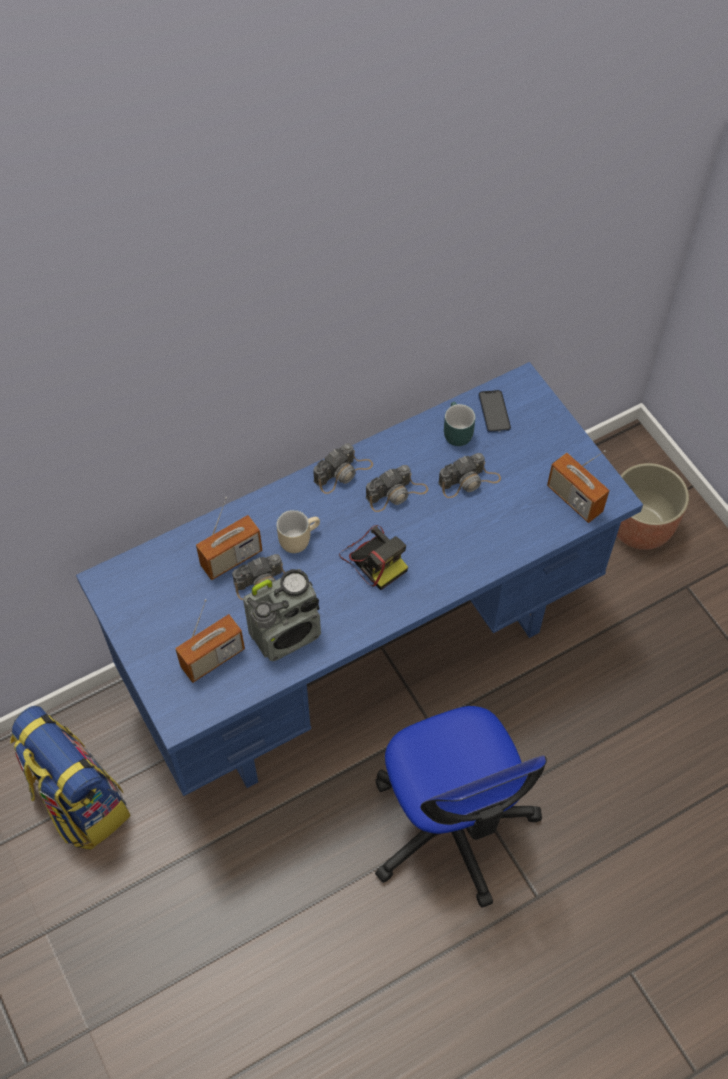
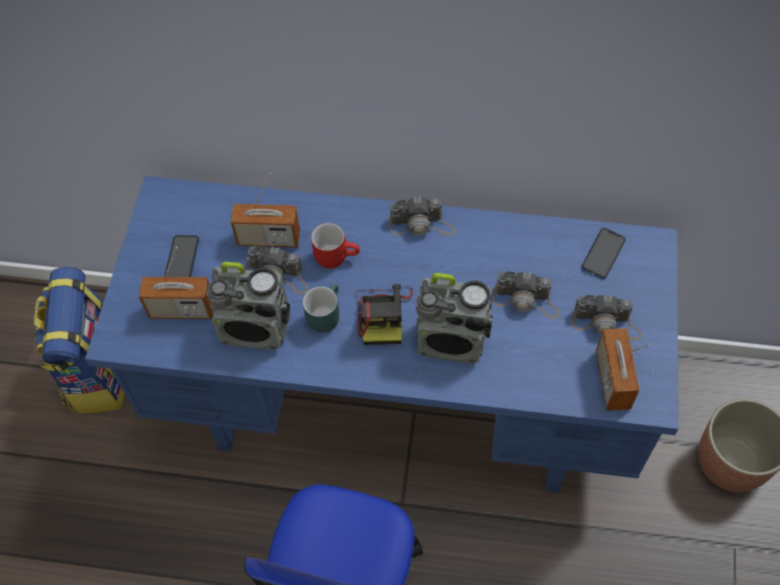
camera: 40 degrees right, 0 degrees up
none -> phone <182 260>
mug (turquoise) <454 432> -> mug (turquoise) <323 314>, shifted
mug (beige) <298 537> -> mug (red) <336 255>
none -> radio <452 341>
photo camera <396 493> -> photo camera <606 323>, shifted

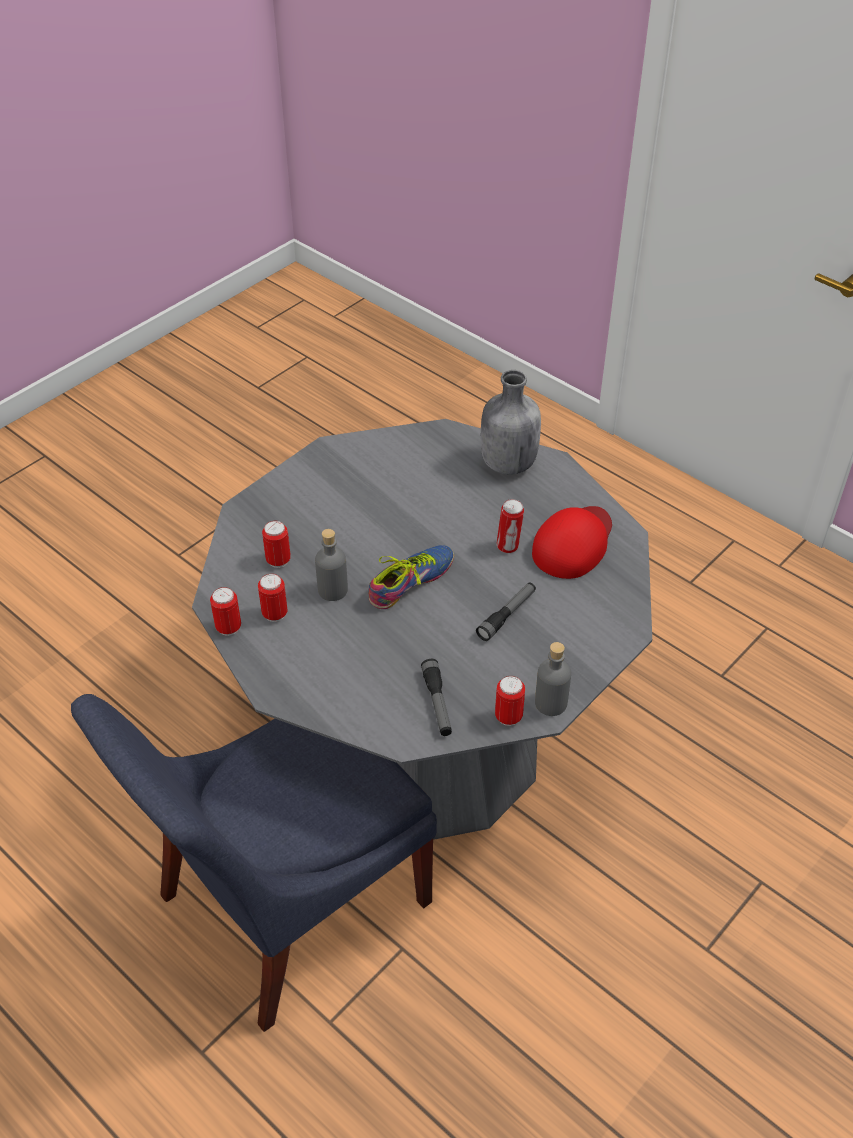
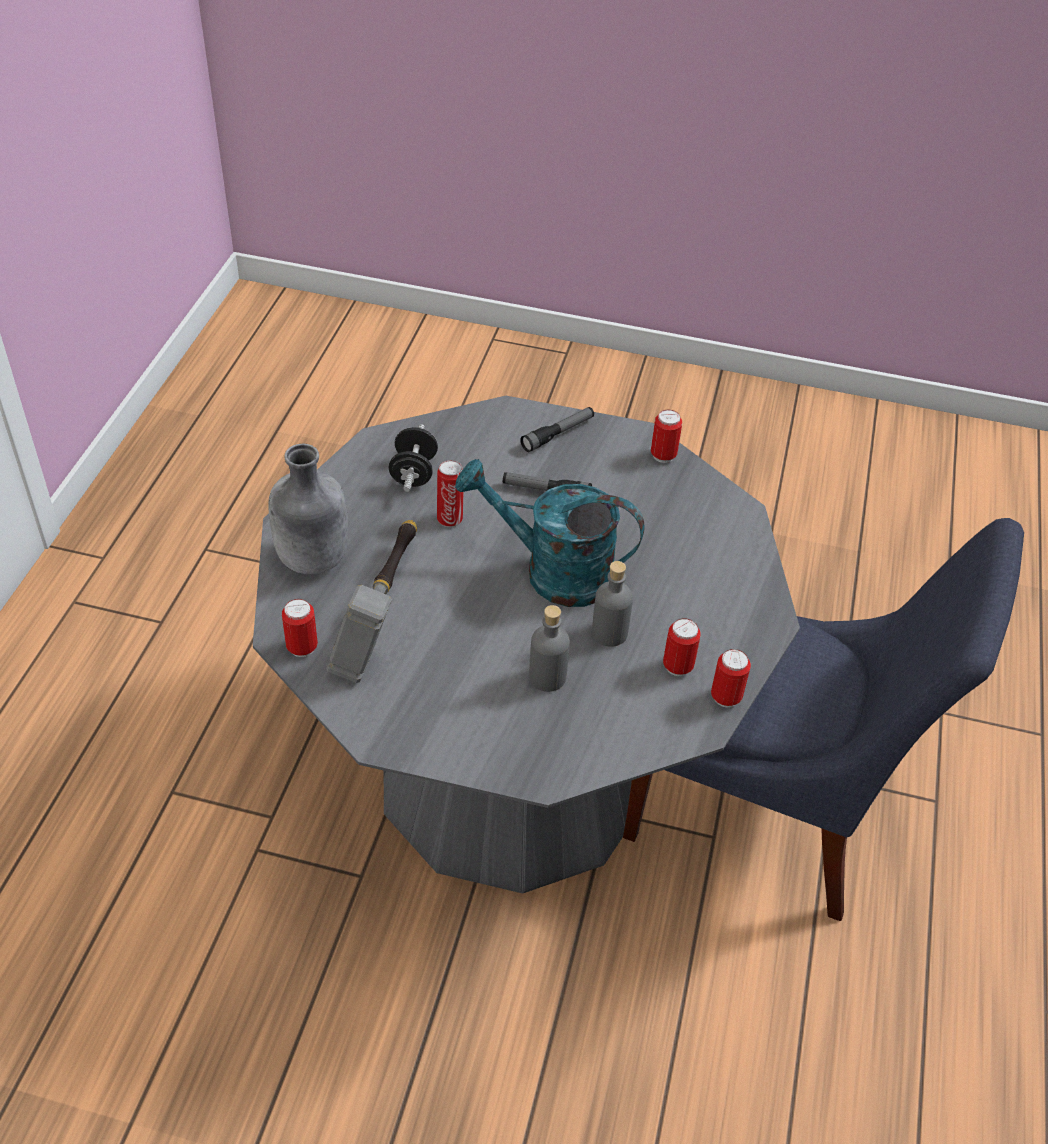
camera: 120 degrees left, 0 degrees up
can <278 560> -> can <302 647>, shifted
none -> hammer <381 616>
cap (red) <574 543> -> dumbbell (black) <413 473>
shoe <413 583> -> watering can (turquoise) <553 572>
flashlight <437 703> -> flashlight <558 434>, shifted
bottle (grey) <550 703> -> bottle (grey) <547 677>, shifted

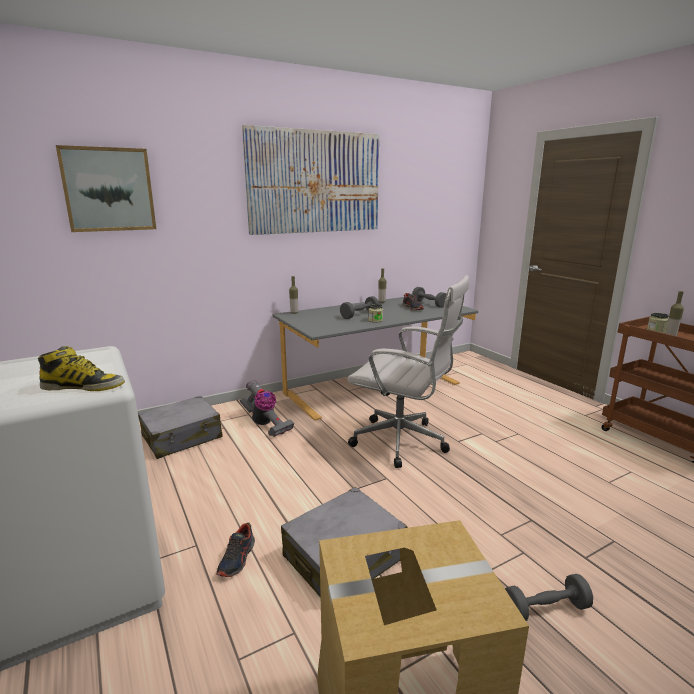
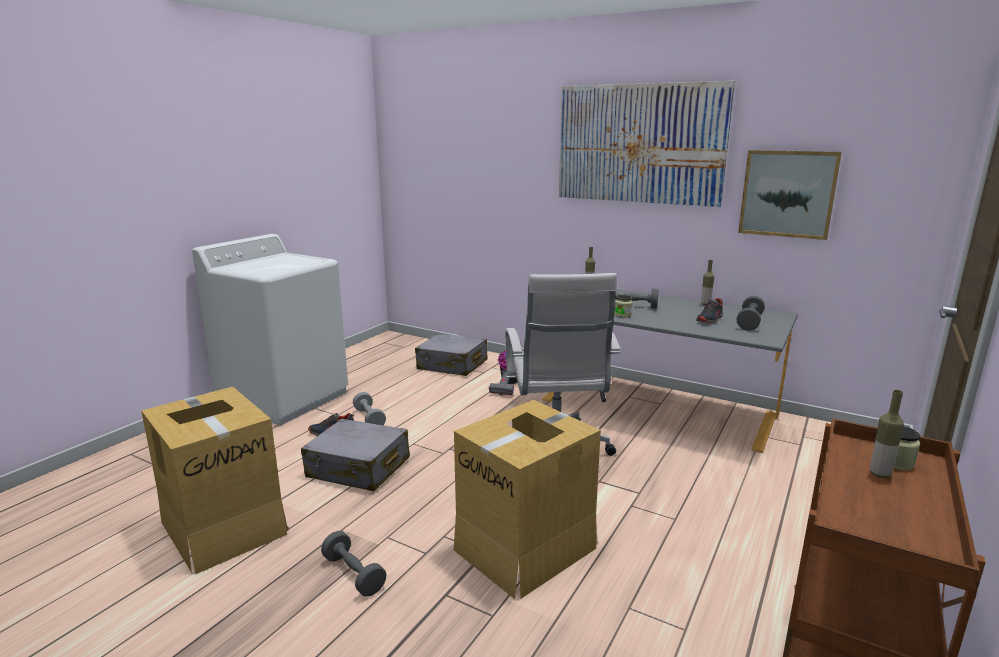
camera: 60 degrees right, 0 degrees up
none -> dumbbell (grey) <369 419>
none -> cardboard box <526 548>
picture <108 189> -> picture <787 194>, shifted
boot <84 387> -> none

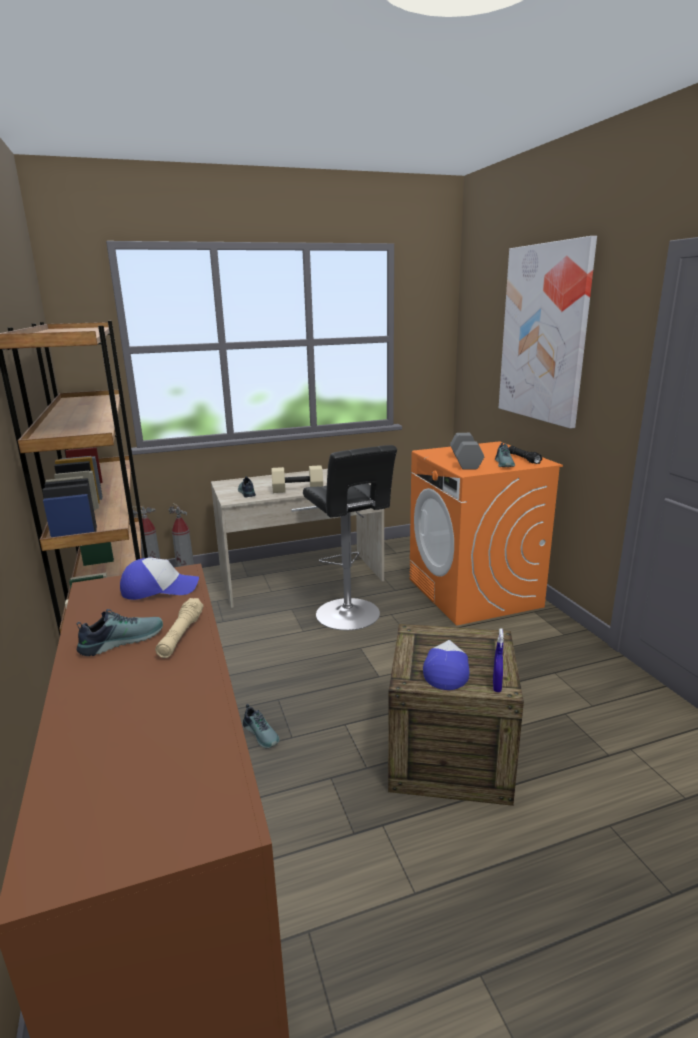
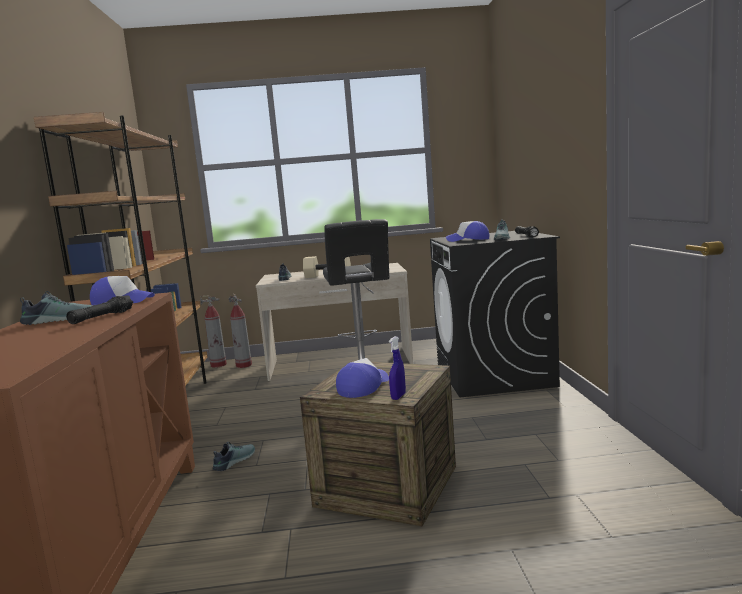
camera: 15 degrees right, 10 degrees down
flashlight (beige) <181 635> -> flashlight (black) <102 317>
shoe <262 733> -> shoe <233 461>, 120 degrees counterclockwise
washing machine (orange) <474 593> -> washing machine (black) <494 375>
dumbbell (grey) <466 462> -> cap <468 240>
picture <544 334> -> none

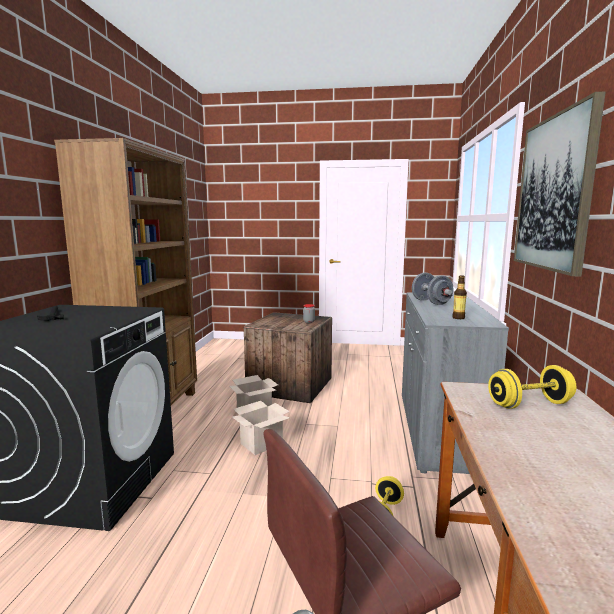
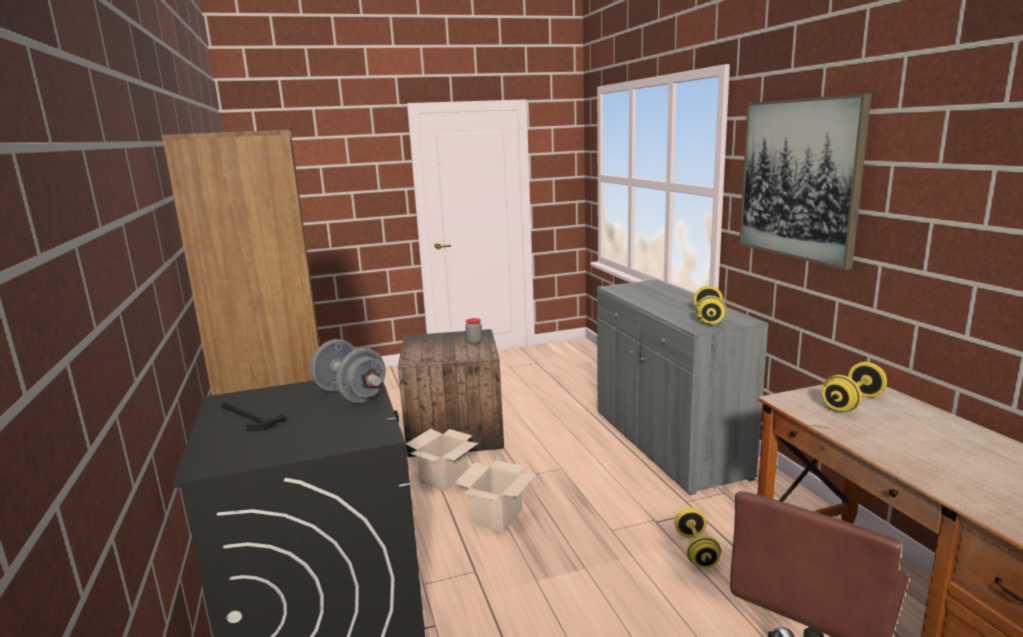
camera: 25 degrees left, 5 degrees up
dumbbell (grey) <431 302> -> dumbbell (grey) <351 394>, shifted
bottle <458 318> -> dumbbell (yellow) <708 318>

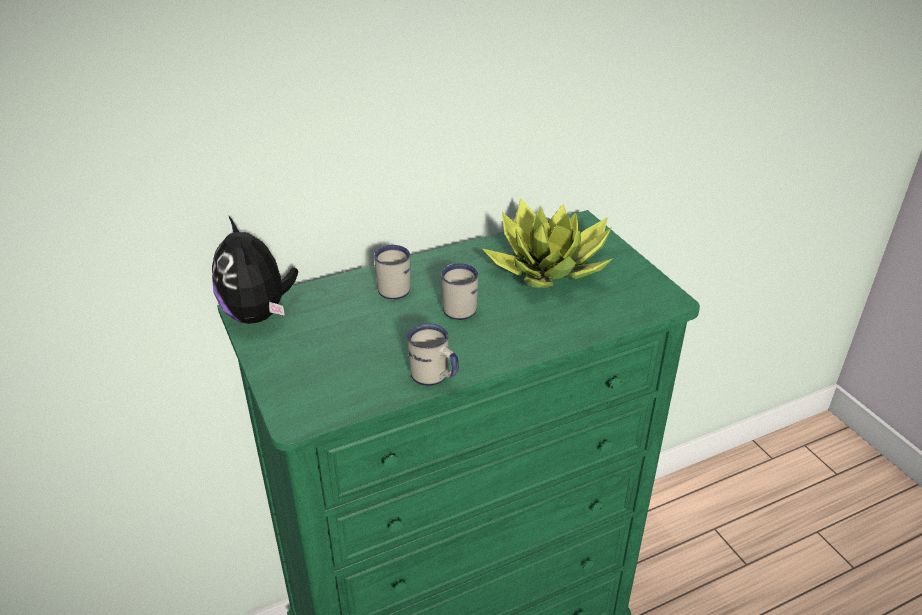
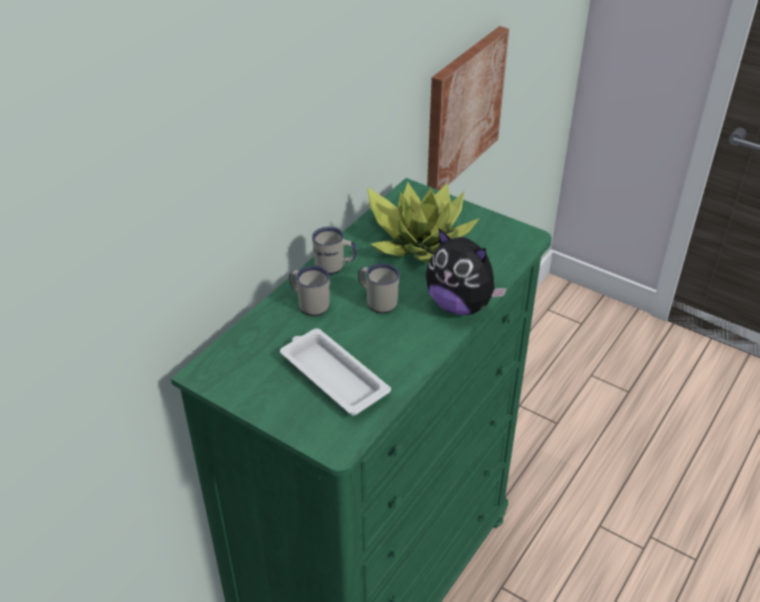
camera: 30 degrees left, 5 degrees up
none -> tray (white) <332 376>
mug (white) <434 378> -> mug (white) <335 267>, shifted
plush toy <259 314> -> plush toy <460 305>, shifted
none -> picture <463 109>

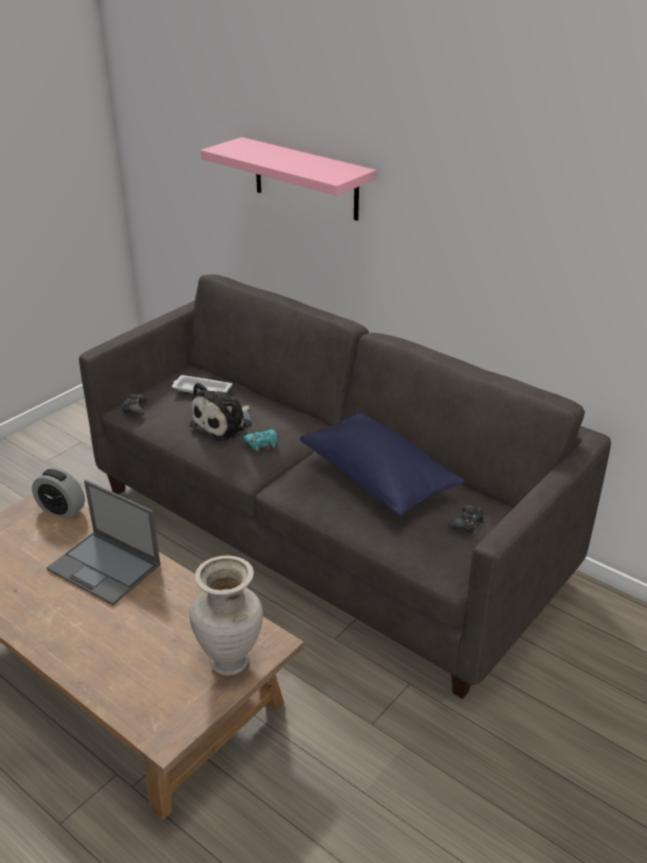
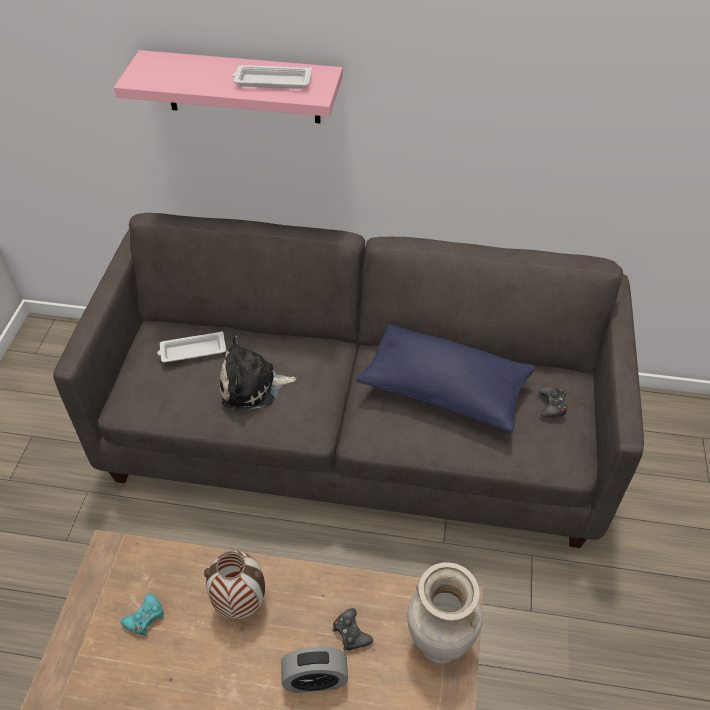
camera: 30 degrees left, 15 degrees up
game controller (turquoise) <262 443> -> game controller (turquoise) <145 618>, shifted
laptop <105 567> -> vase <241 603>
plush toy <224 424> -> plush toy <253 386>, 75 degrees clockwise
none -> tray (white) <271 81>
alarm clock <61 510> -> alarm clock <315 679>, shifted
game controller (black) <135 408> -> game controller (black) <351 633>, shifted

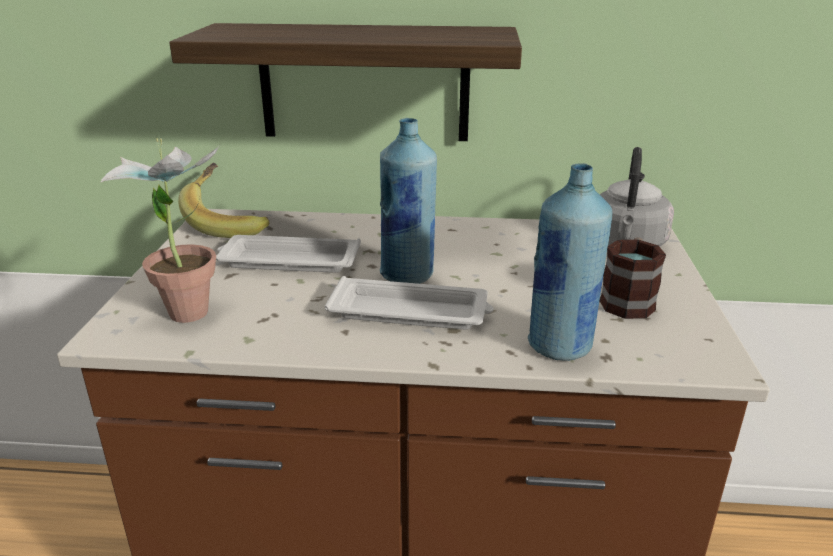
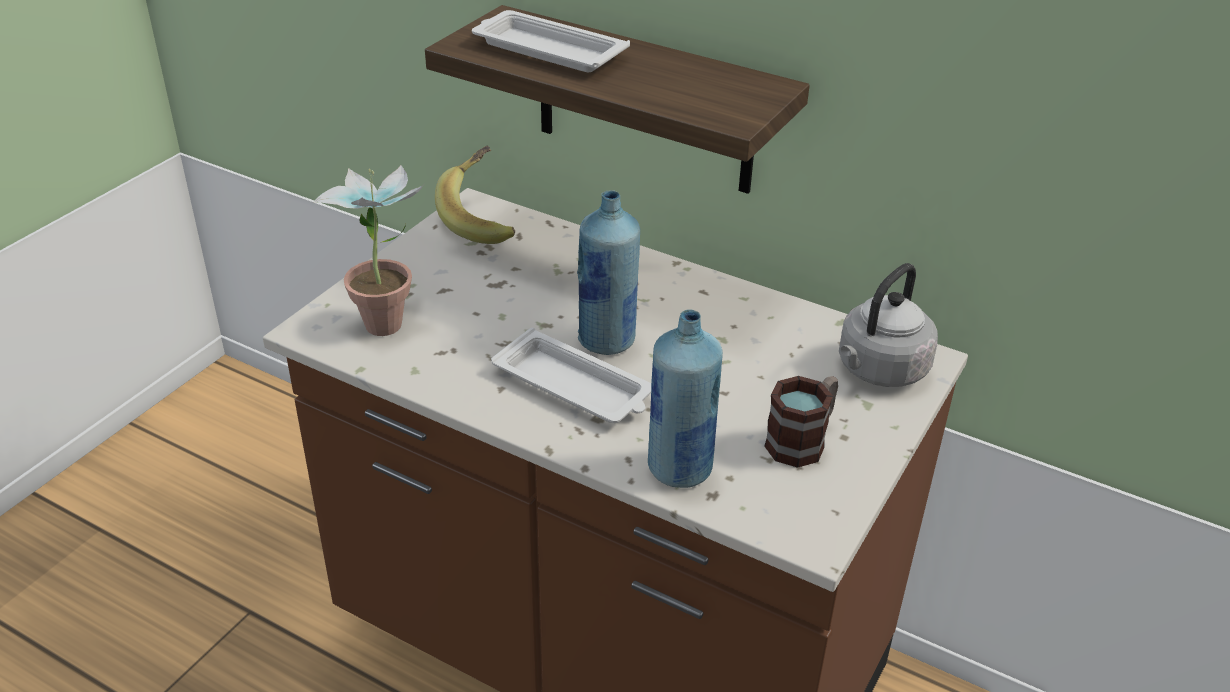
camera: 25 degrees right, 10 degrees up
tray (white) <287 261> -> tray (white) <547 50>, shifted

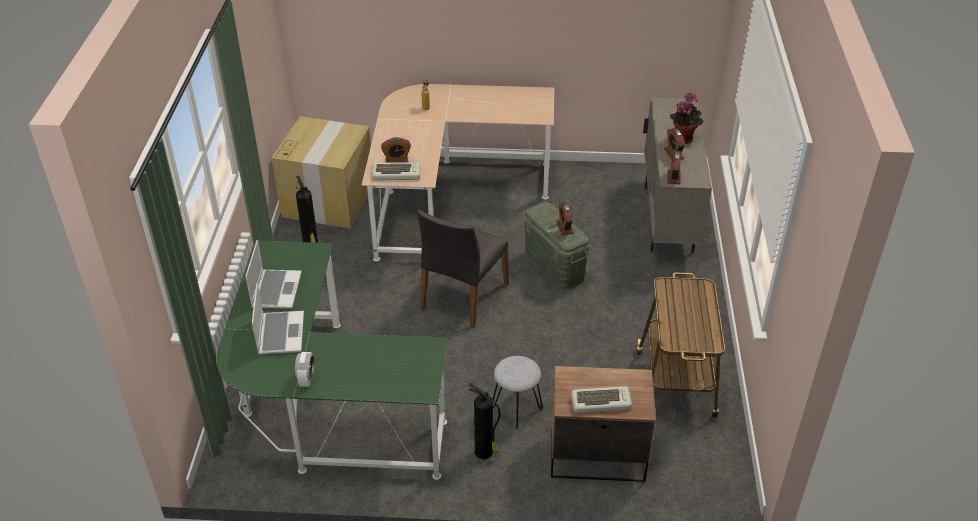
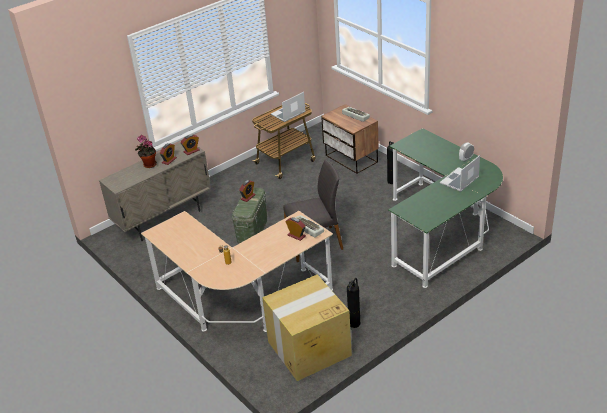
camera: 130 degrees left, 5 degrees down
laptop <276 290> -> laptop <288 114>, shifted
stool (grey) <516 409> -> none

